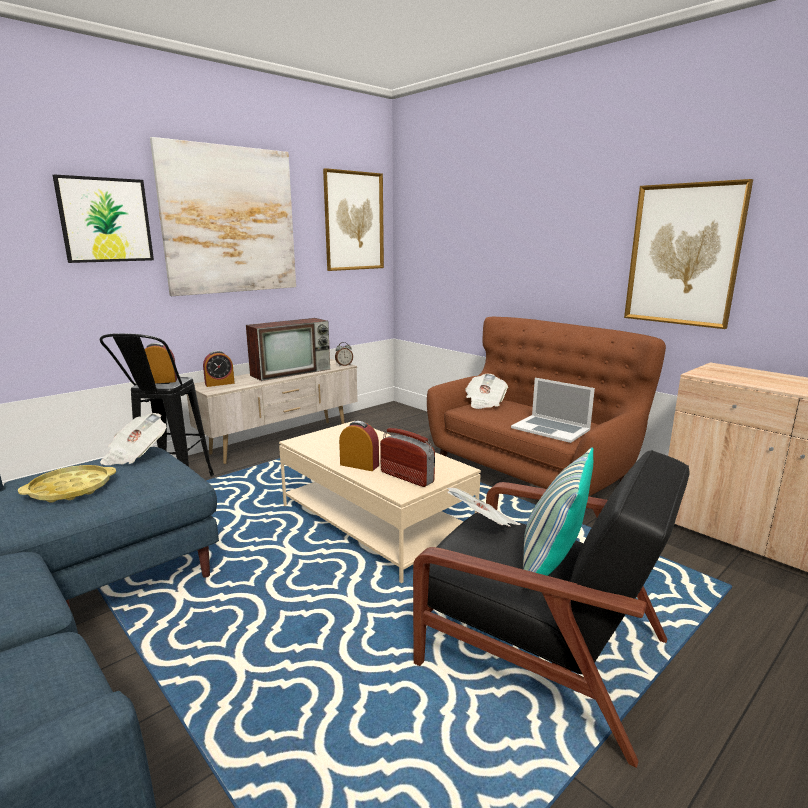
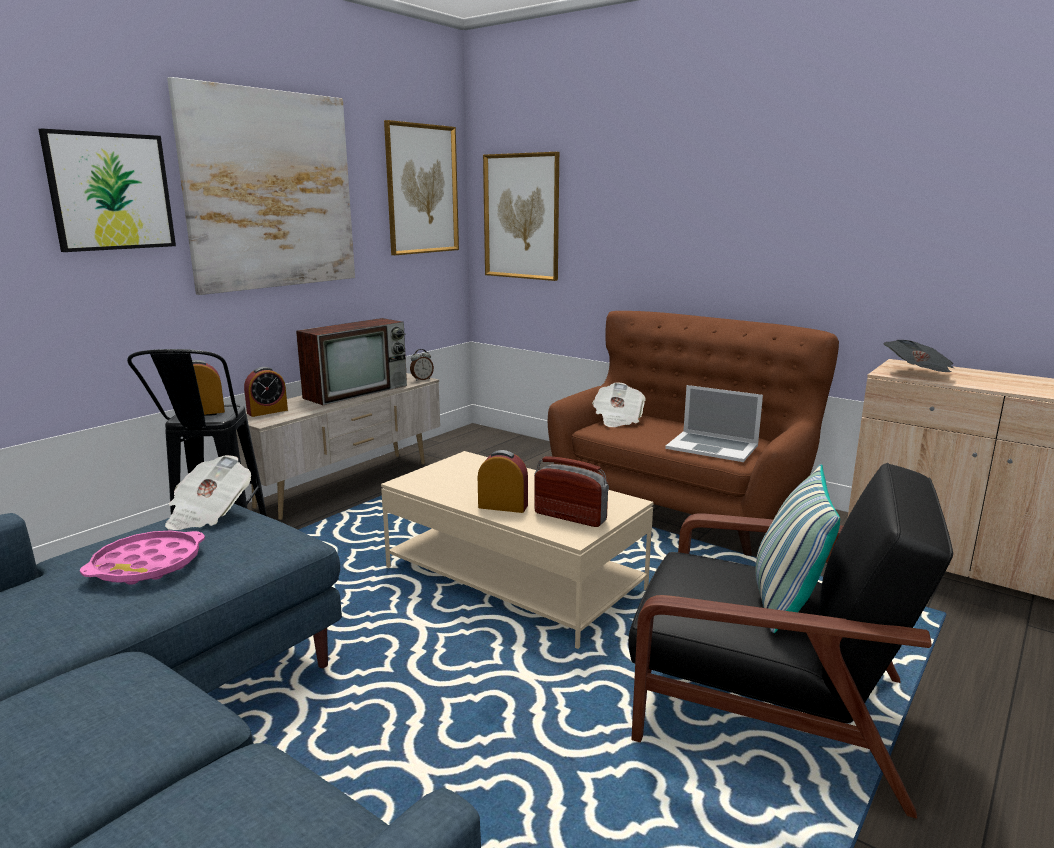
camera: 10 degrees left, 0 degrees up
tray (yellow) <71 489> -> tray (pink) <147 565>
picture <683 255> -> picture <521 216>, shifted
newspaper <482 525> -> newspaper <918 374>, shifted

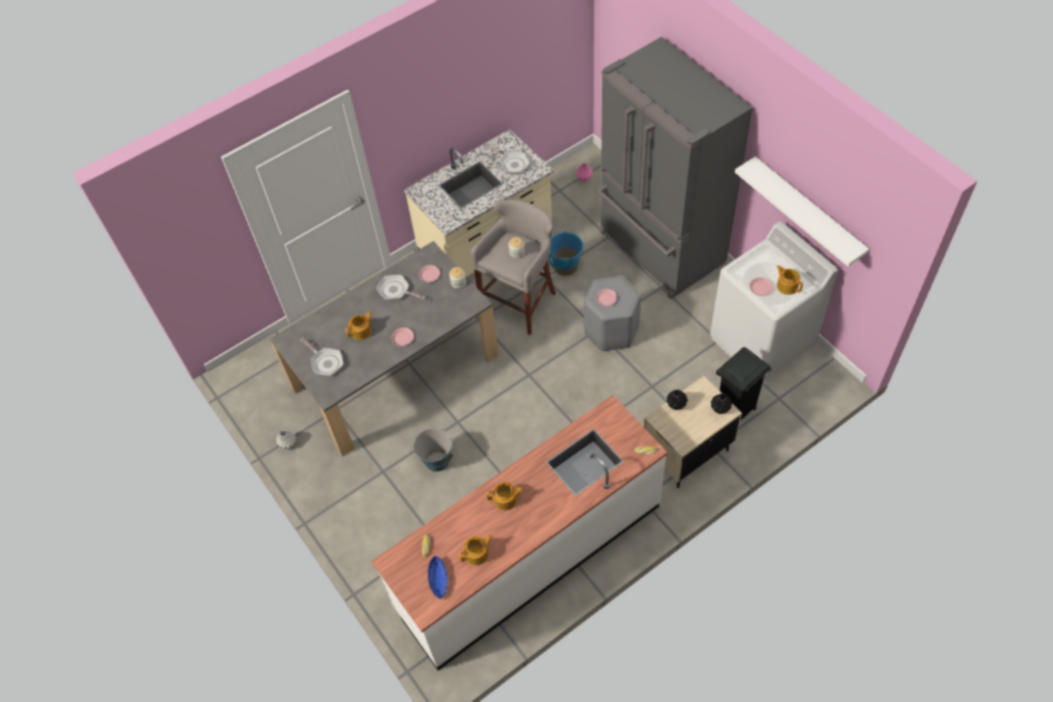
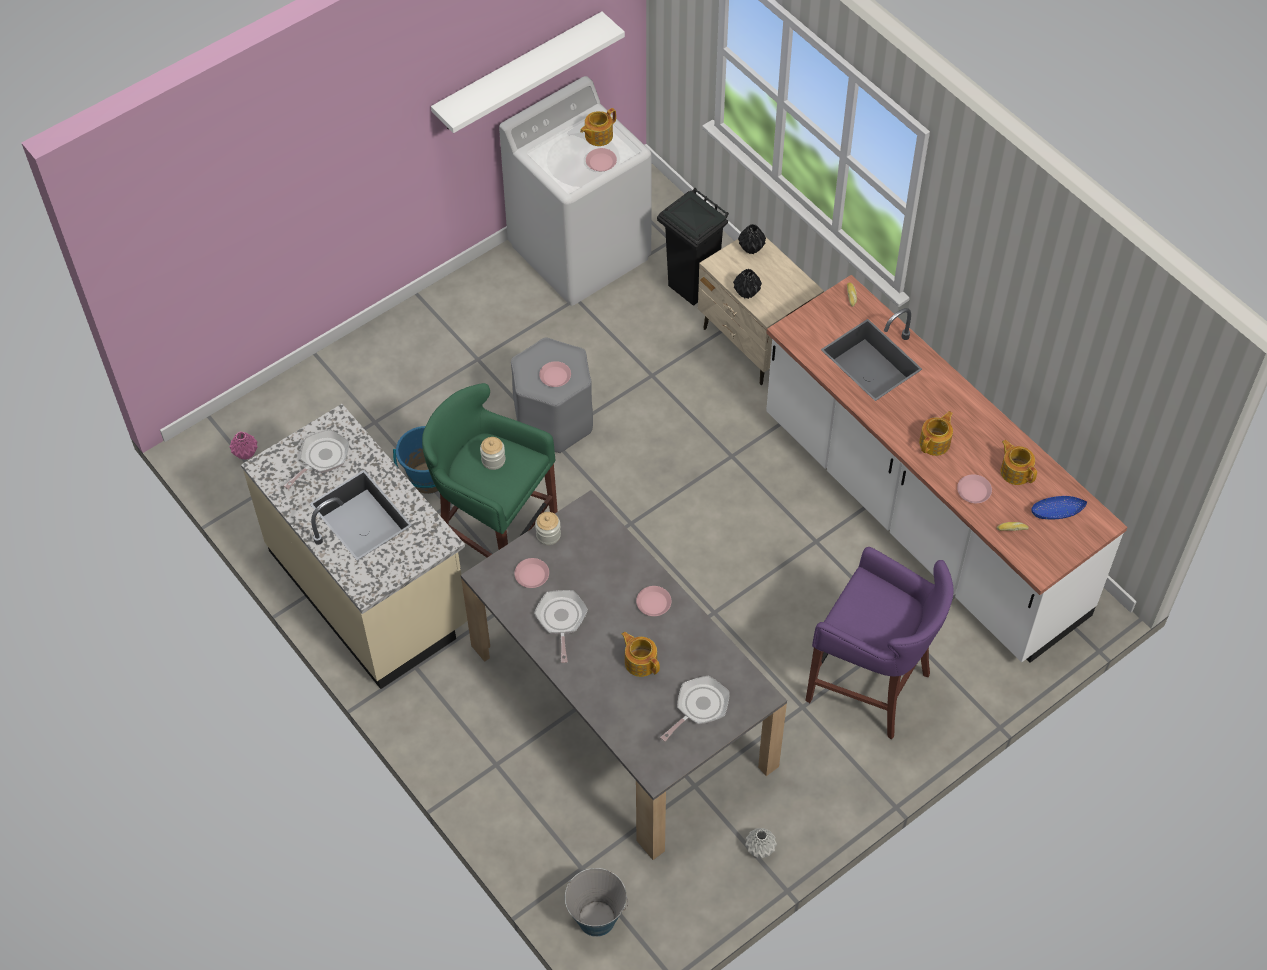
camera: 95 degrees left, 0 degrees up
stool (grey) <520 301> -> stool (green) <494 537>
frying pan <396 291> -> frying pan <561 620>, 150 degrees clockwise
bucket <437 461> -> bucket <596 918>, shifted
none -> stool (purple) <872 686>
teapot <506 500> -> teapot <935 442>, 45 degrees clockwise
none -> plate (pink) <973 491>
fridge (grey) <659 249> -> none

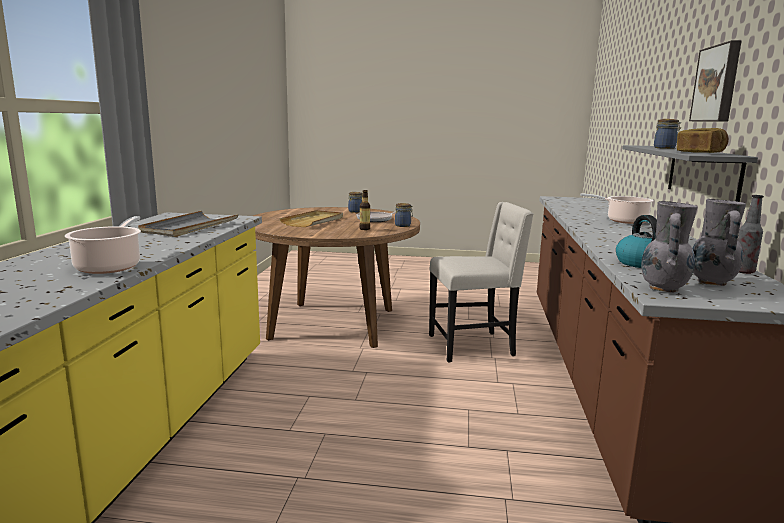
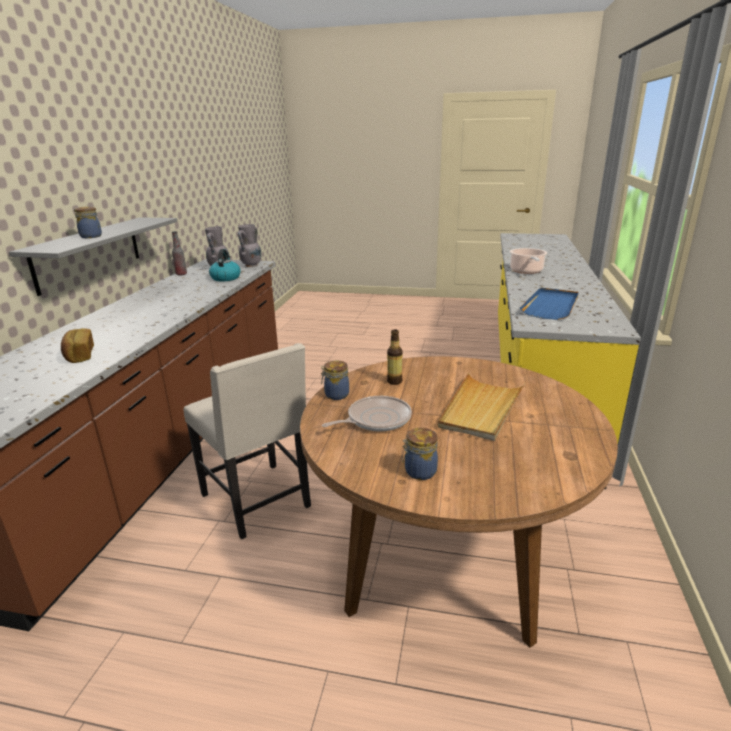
camera: 175 degrees left, 10 degrees up
bread <700 153> -> bread <79 356>, shifted
chair (beige) <473 346> -> chair (beige) <258 501>, 120 degrees counterclockwise
tray (grey) <189 227> -> tray (blue) <551 306>
cooking pot <624 221> -> none
picture <718 84> -> none

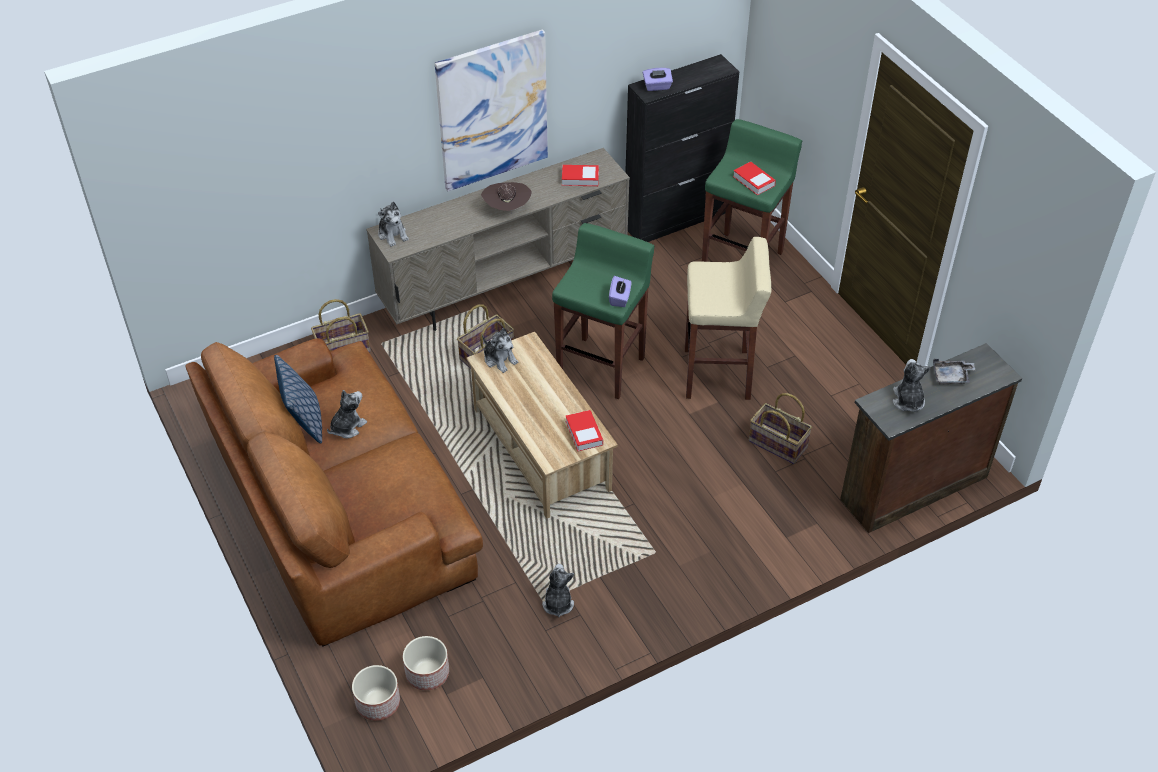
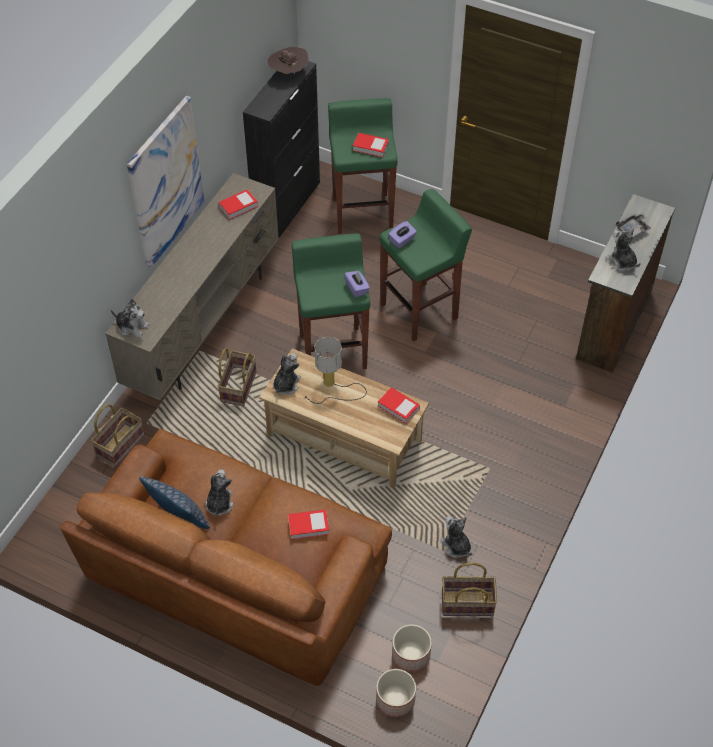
camera: 35 degrees left, 5 degrees up
hat (brown) <507 209> -> hat (brown) <288 73>, shifted
plush toy <499 359> -> plush toy <286 384>, 75 degrees counterclockwise
none -> book <308 526>
none -> table lamp <333 387>
stool (beige) <718 374> -> stool (green) <420 311>
tissue box (purple) <657 86> -> tissue box (purple) <402 240>, shifted
basket <777 444> -> basket <467 604>, shifted

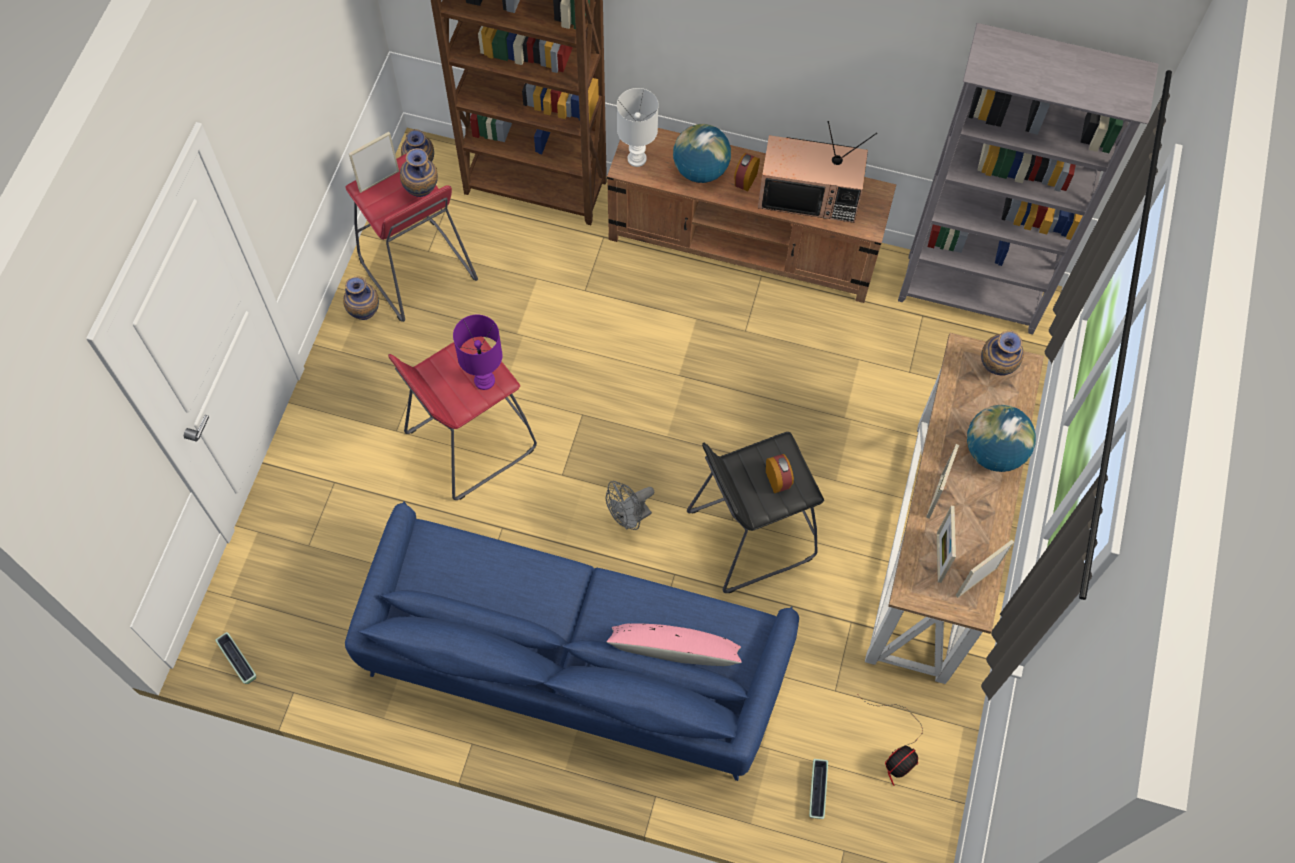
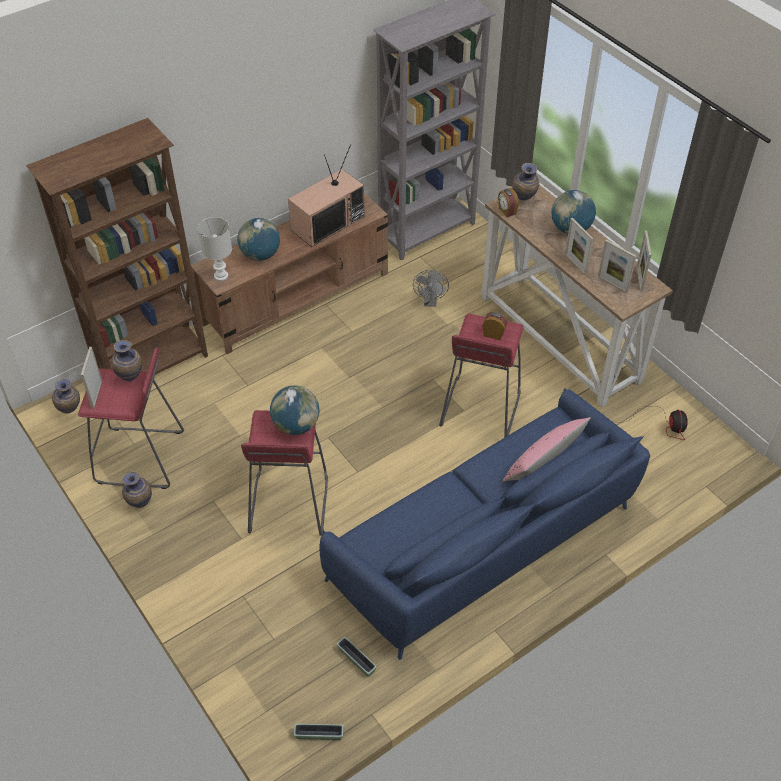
camera: 50 degrees left, 15 degrees down
table lamp (purple) <484 381> -> globe <296 425>
planter <817 791> -> planter <356 660>, shifted
fan (grey) <629 518> -> fan (grey) <430 302>, shifted
stool (black) <749 534> -> stool (red) <480 408>
alarm clock <745 180> -> alarm clock <506 211>, shifted

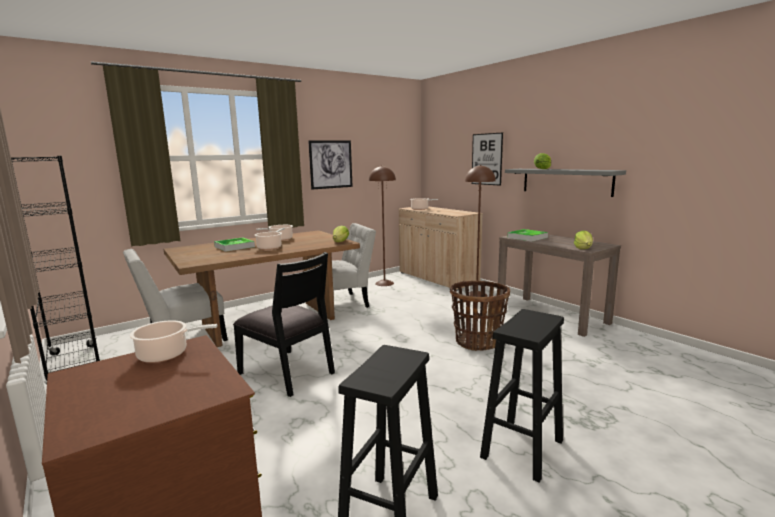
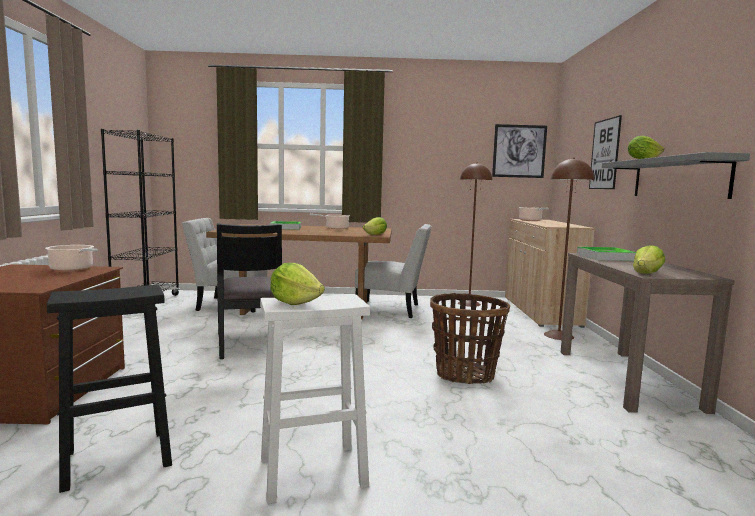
camera: 35 degrees right, 5 degrees down
stool (black) <522 450> -> stool (white) <310 473>
none -> lettuce <295 303>
picture <331 164> -> picture <519 151>, shifted
cooking pot <270 247> -> none

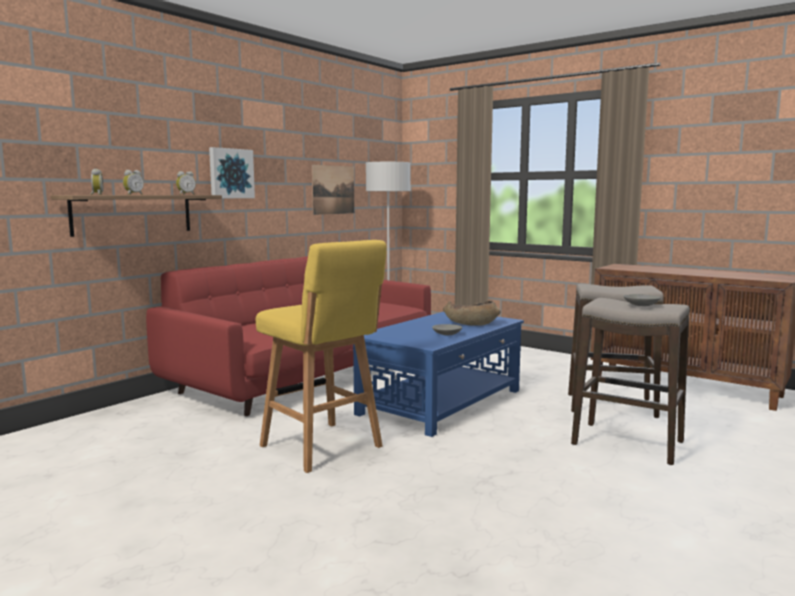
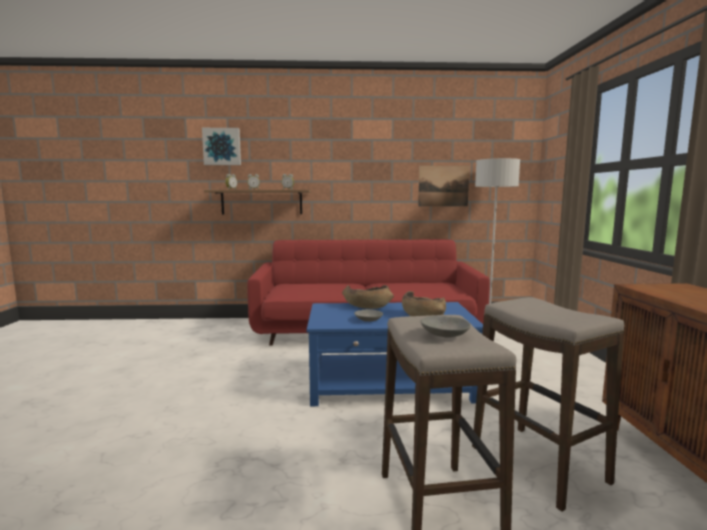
camera: 50 degrees right, 0 degrees up
picture <230 173> -> picture <222 146>, shifted
none -> bowl (brown) <367 306>
stool (yellow) <323 447> -> none

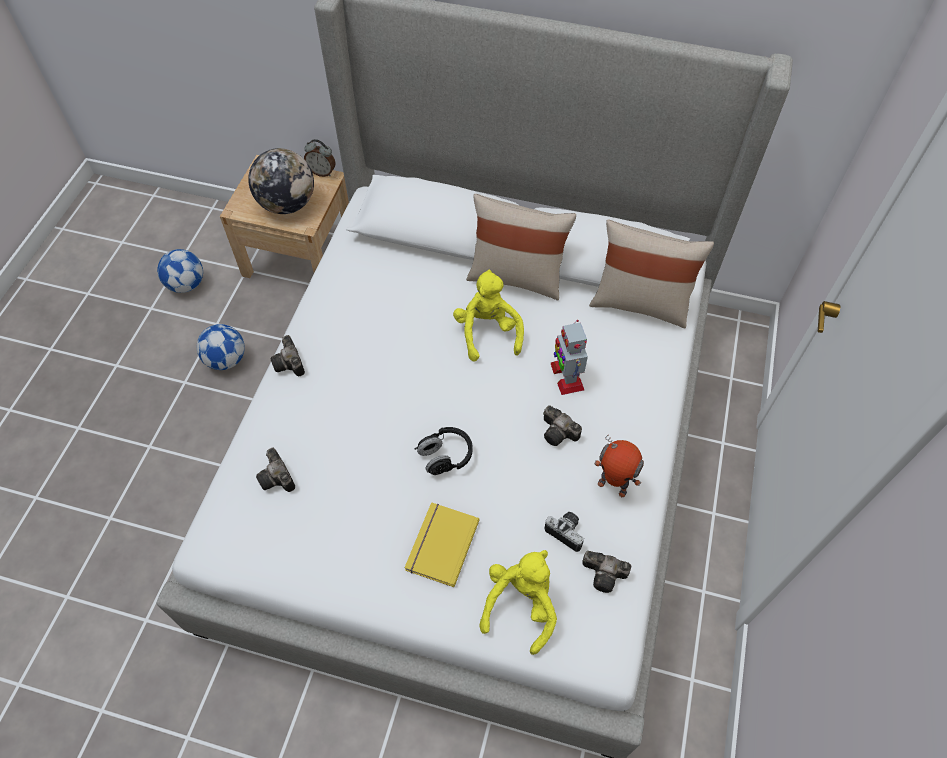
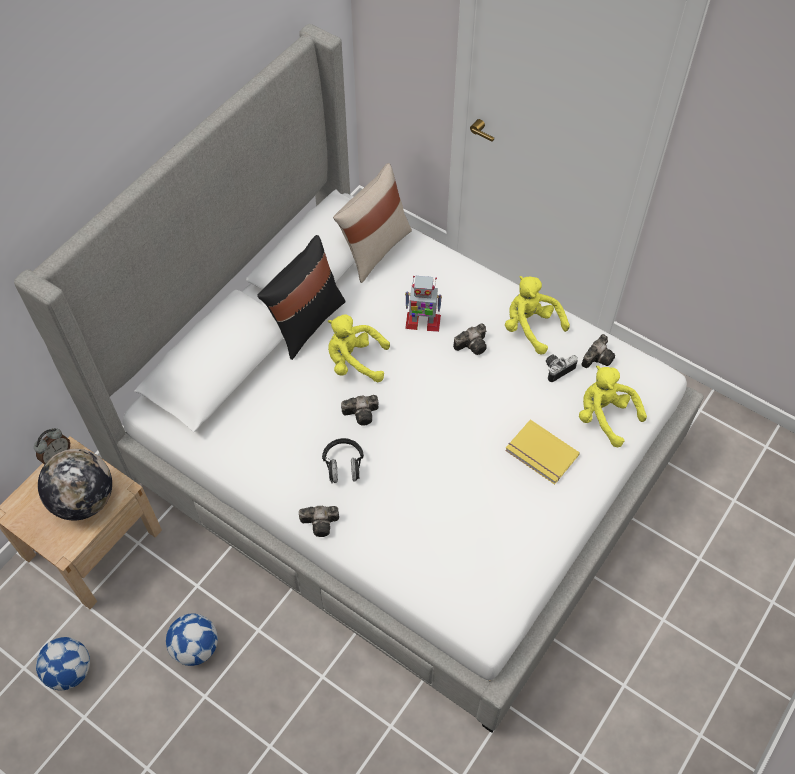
camera: 70 degrees left, 0 degrees up
pillow (beige) <516 277> -> pillow (black) <306 322>
headphones (black) <445 456> -> headphones (black) <343 466>, shifted
photo camera <278 479> -> photo camera <363 413>, shifted
toy robot <613 486> -> plush toy (yellow) <530 327>

